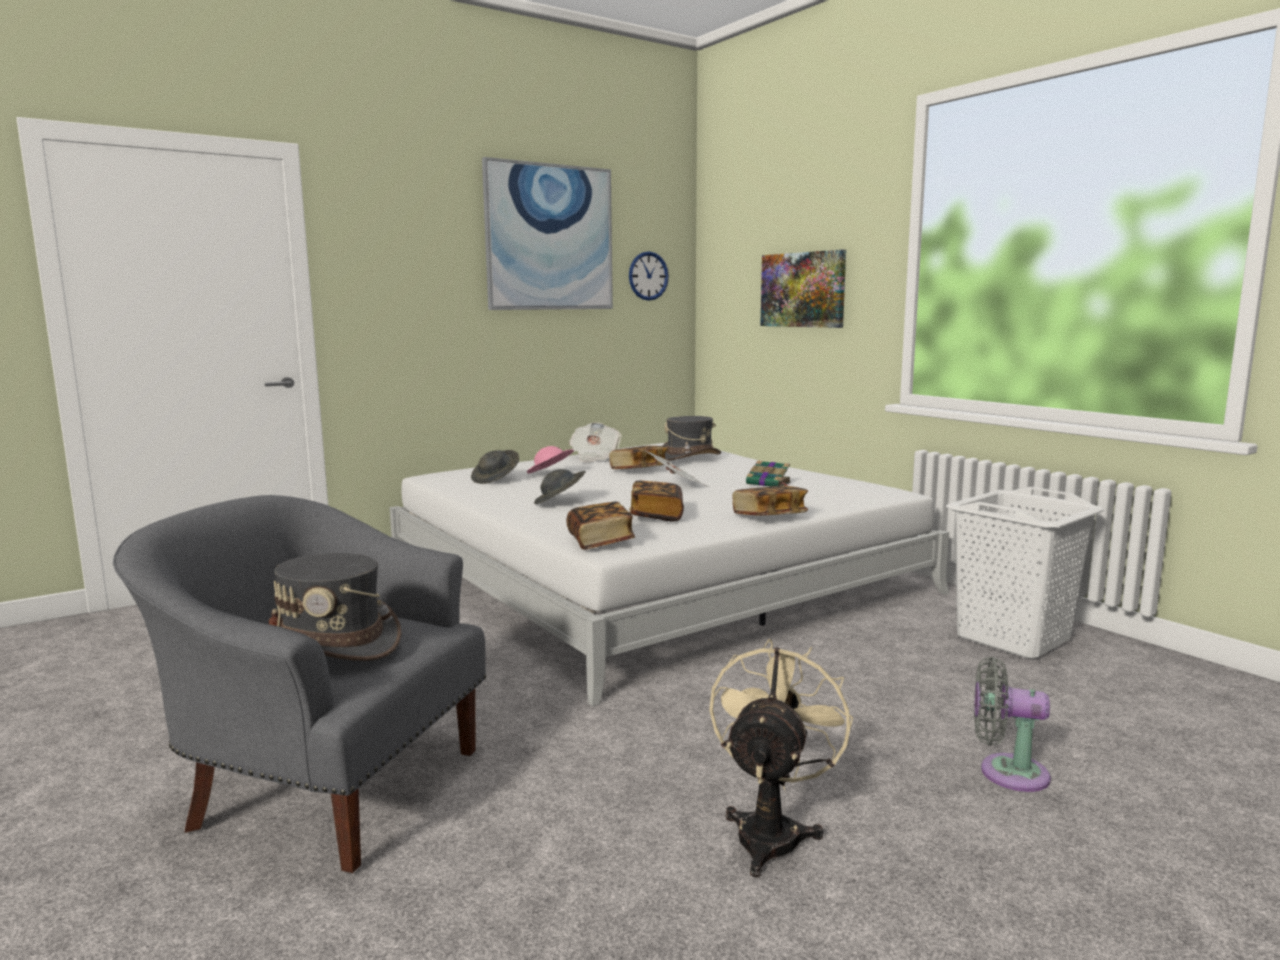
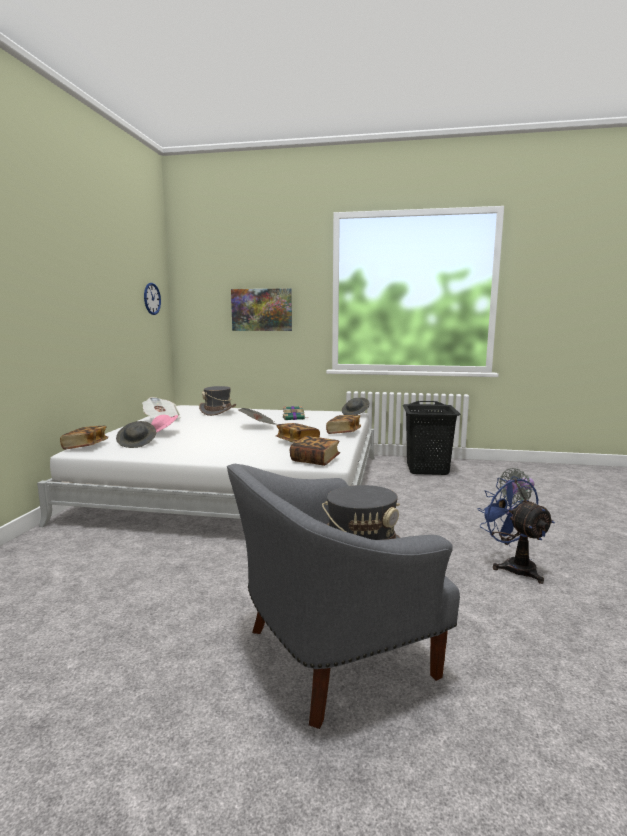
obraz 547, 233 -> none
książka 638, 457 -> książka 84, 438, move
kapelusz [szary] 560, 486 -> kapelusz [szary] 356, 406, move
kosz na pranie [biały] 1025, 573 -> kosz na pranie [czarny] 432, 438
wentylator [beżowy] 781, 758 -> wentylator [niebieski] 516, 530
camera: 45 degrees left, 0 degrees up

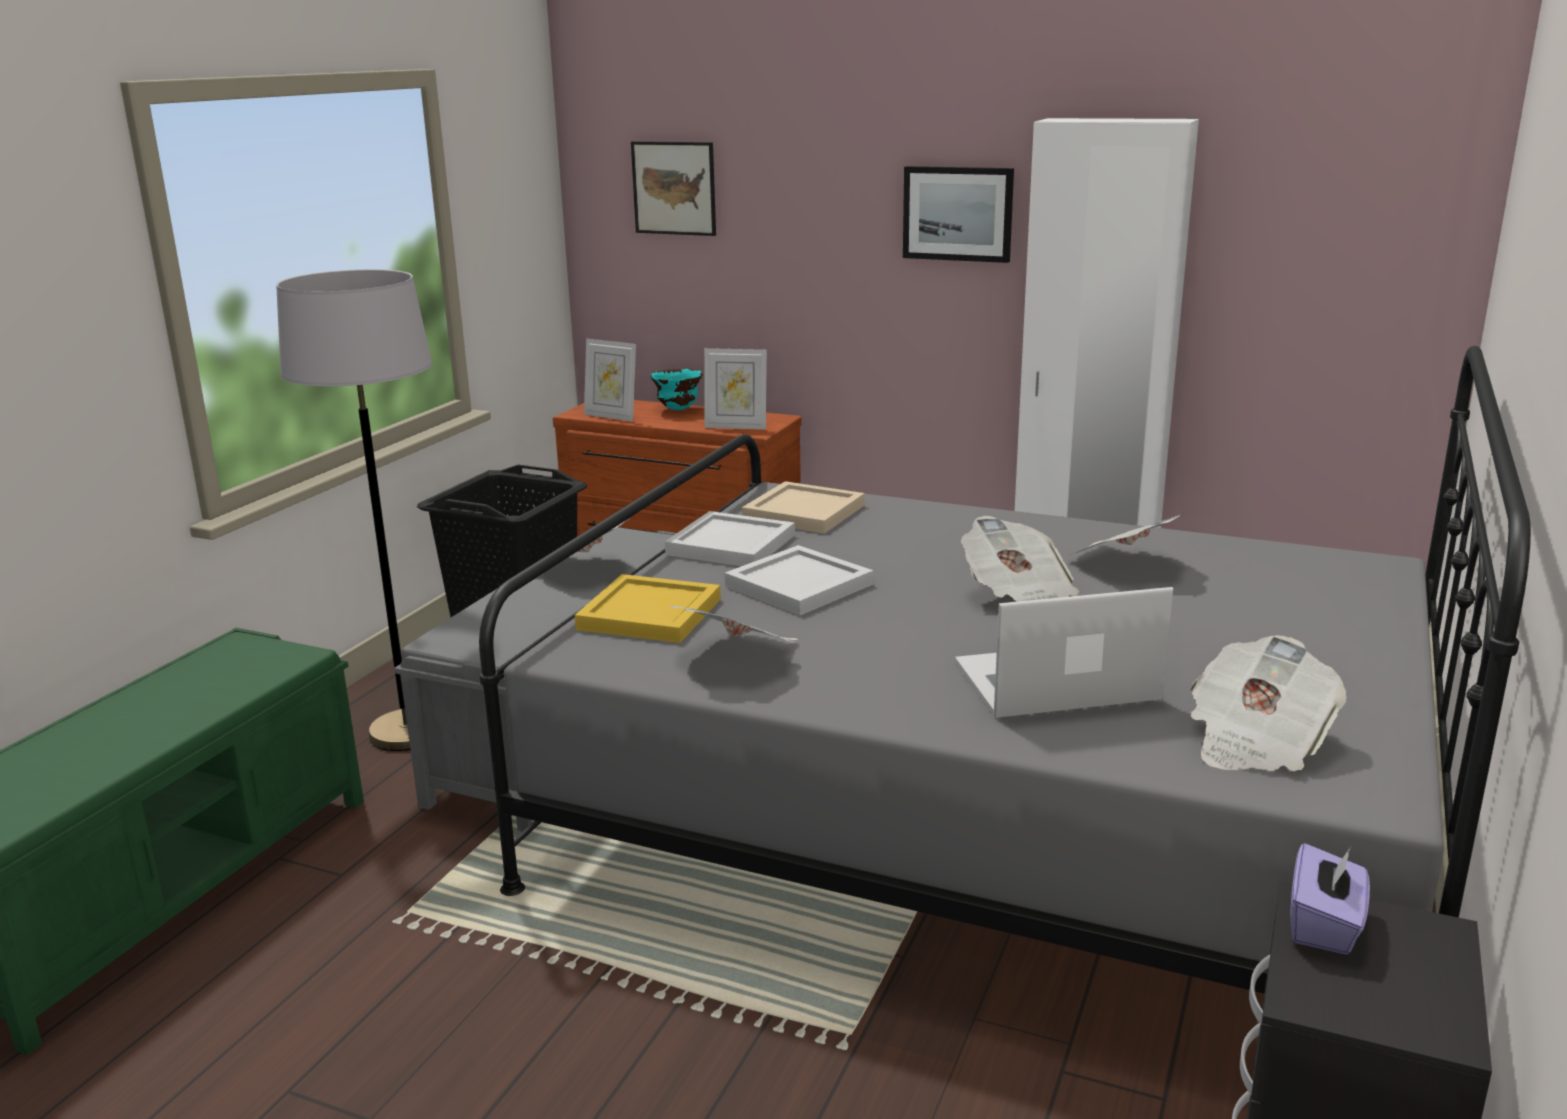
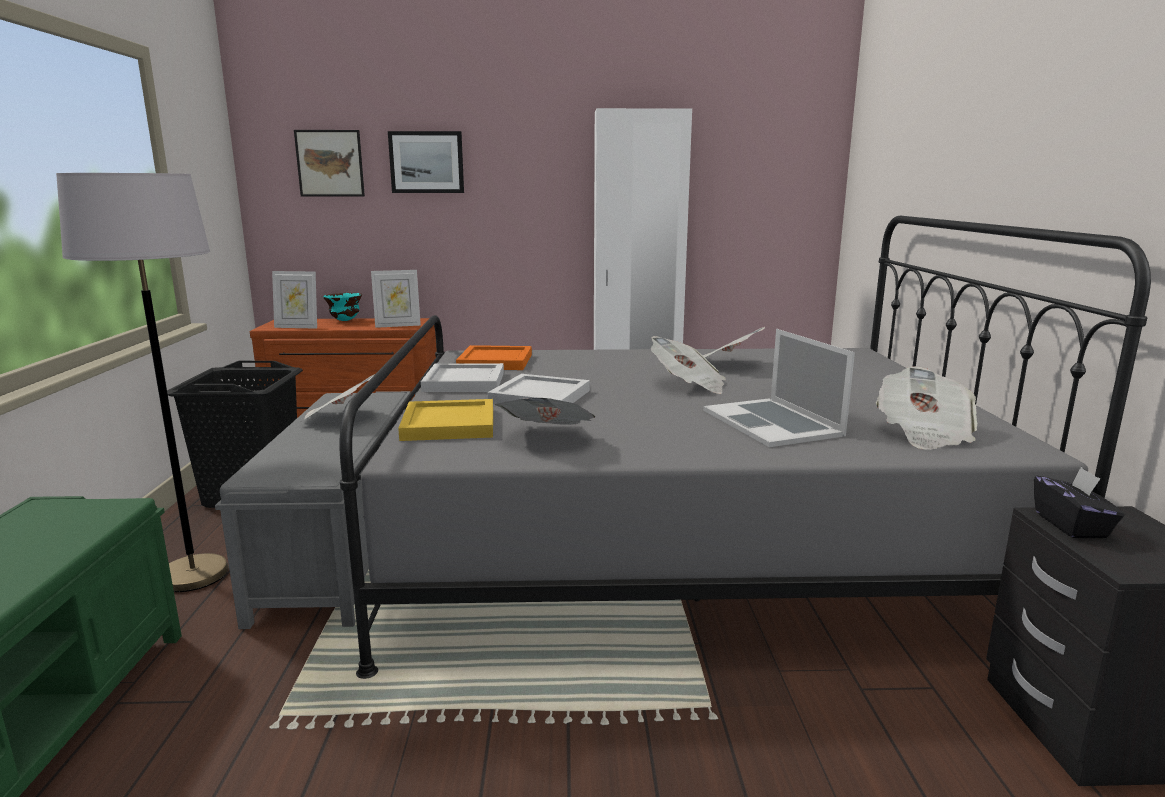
obraz 958, 214 -> obraz 426, 162, move
taca [beżowy] 803, 507 -> taca [pomarańczowy] 494, 357
laptop 1064, 652 -> laptop 779, 388, 75 degrees counterclockwise
pudełko chusteczek [fioletowy] 1330, 899 -> pudełko chusteczek [czarny] 1079, 502
camera: 25 degrees left, 5 degrees down

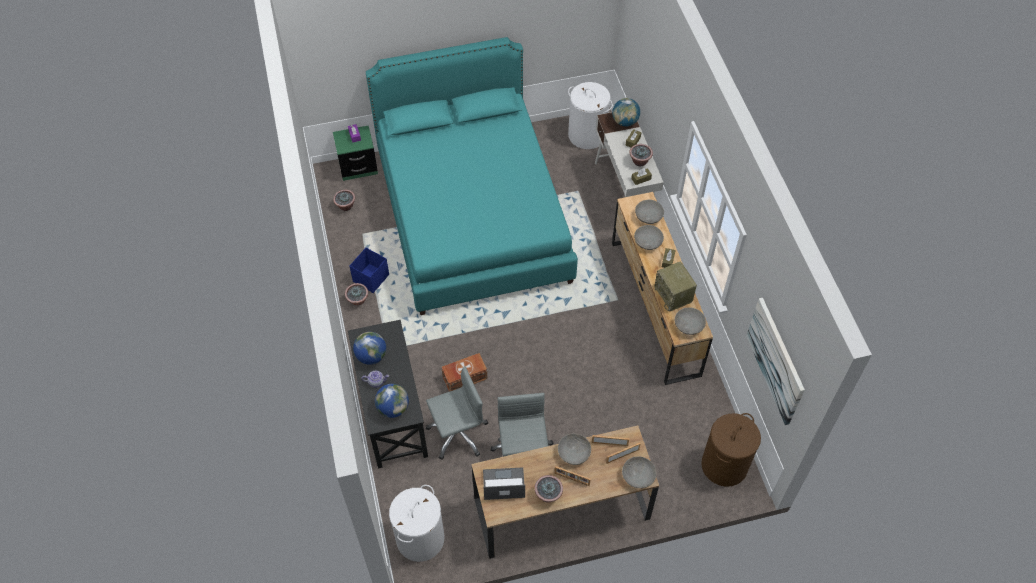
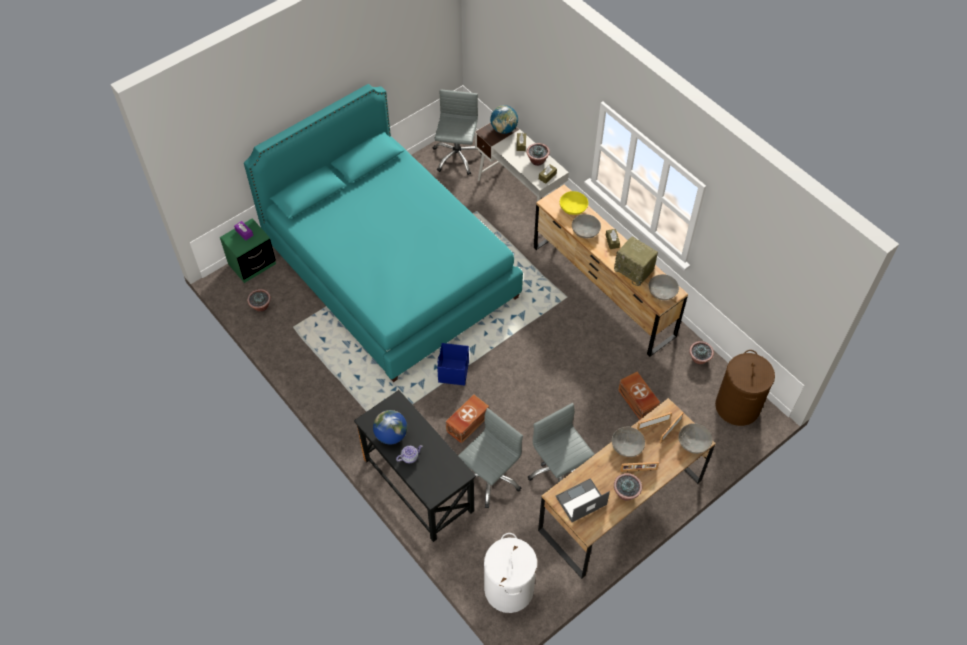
kosz na pranie [biały] 590, 115 -> krzesło biurowe [szary] 457, 132
miska [szary] 649, 212 -> miska [żółty] 574, 203
pojemnik do przechowywania [niebieski] 369, 270 -> pojemnik do przechowywania [niebieski] 453, 364, move
roślina doniczkowa 356, 294 -> roślina doniczkowa 701, 352, move
obraz 775, 361 -> none
globus 392, 401 -> none
none -> pojemnik do przechowywania [brązowy] 639, 396
camera: 25 degrees left, 0 degrees up

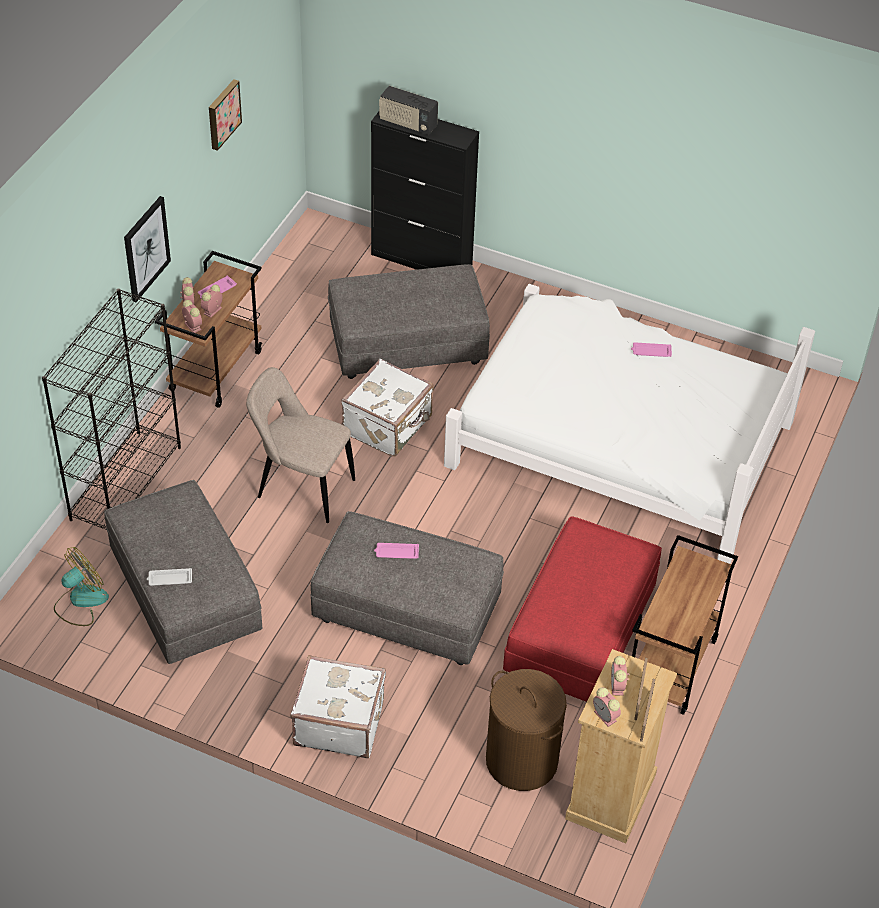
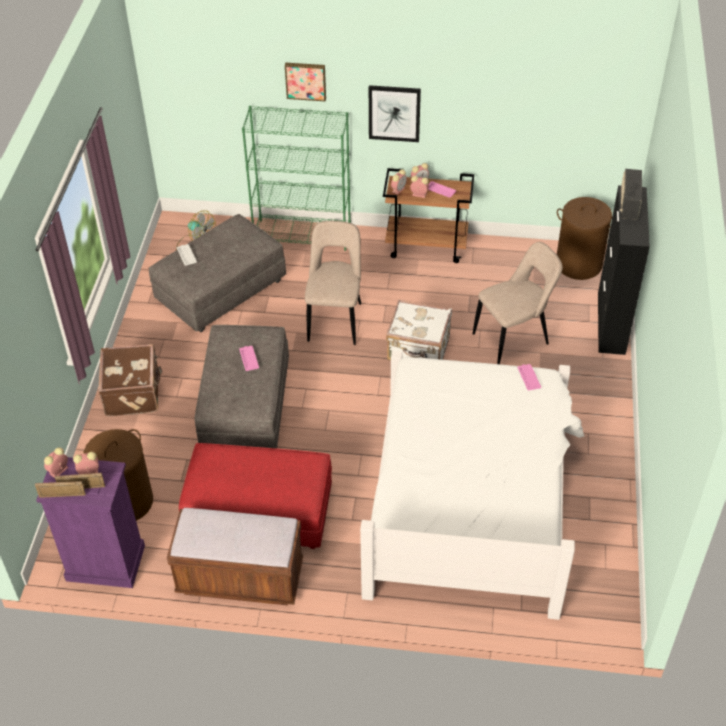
obraz 225, 115 -> obraz 305, 82, move
pufa [szary] 409, 321 -> krzesło [beżowy] 518, 303
regał [czarny] 111, 409 -> regał [zielony] 296, 178
taca [różowy] 651, 349 -> taca [różowy] 529, 377, move
wózek [brązowy] 685, 625 -> ławka [brązowy] 235, 556
komoda [beżowy] 621, 746 -> komoda [fioletowy] 90, 522
walizka [biały] 338, 706 -> walizka [brązowy] 130, 380
none -> kosz na pranie [brązowy] 584, 238
camera: 75 degrees right, 0 degrees up

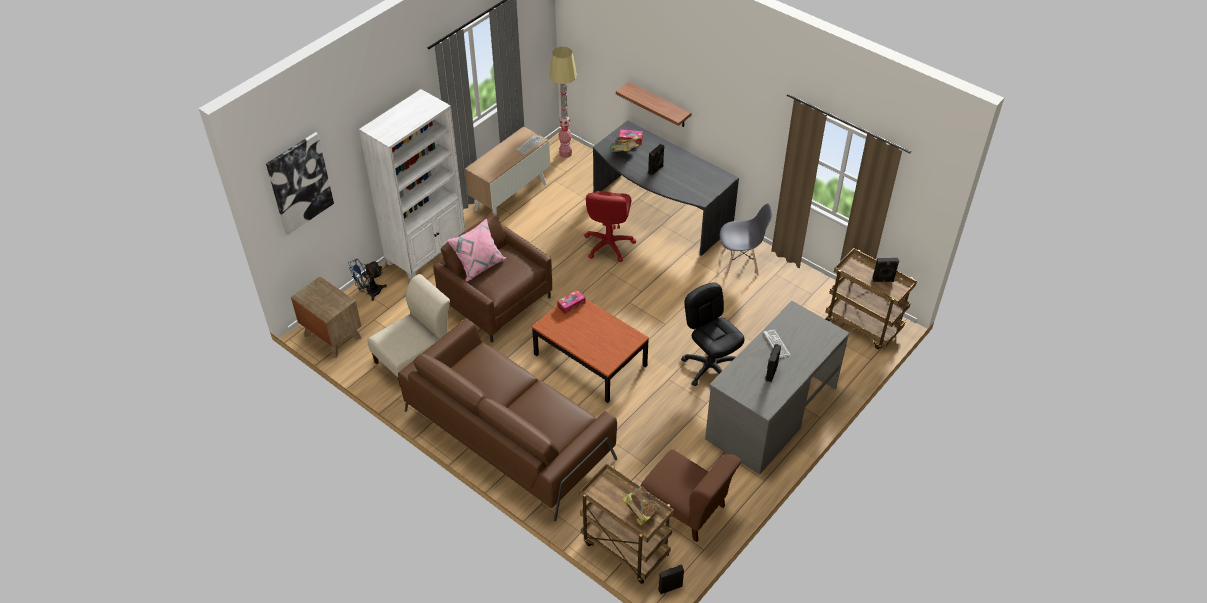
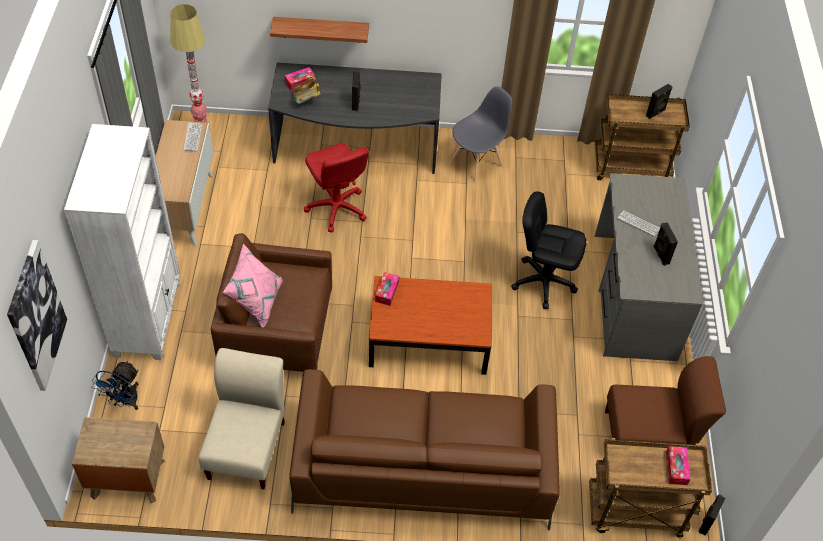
książka 641, 505 -> pudełko chusteczek 678, 465
camera: 40 degrees left, 5 degrees up

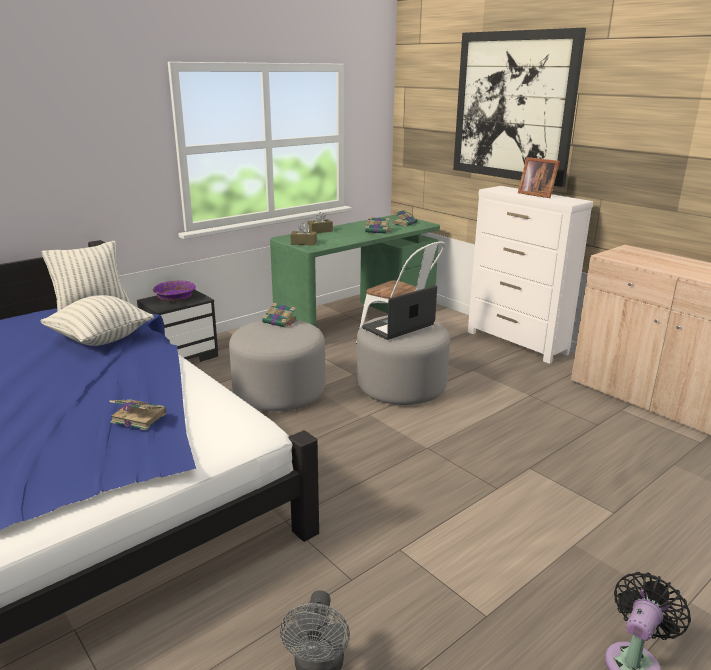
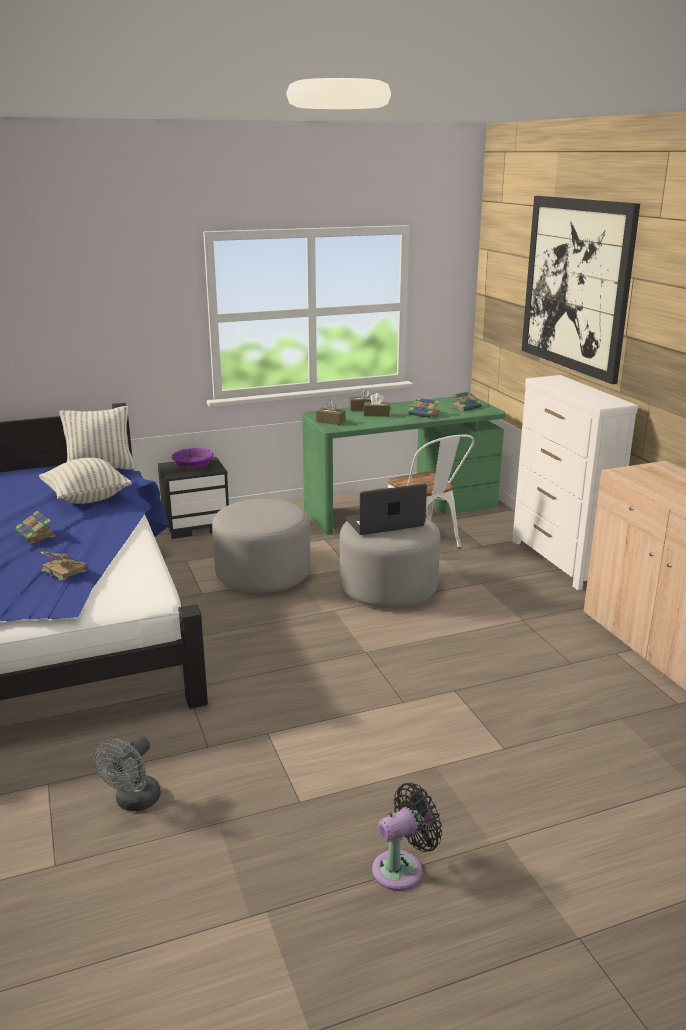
ramka na zdjęcie 539, 177 -> none
książka 279, 315 -> książka 35, 527, move
none -> pudełko chusteczek [brązowy] 377, 405
camera: 20 degrees right, 0 degrees up

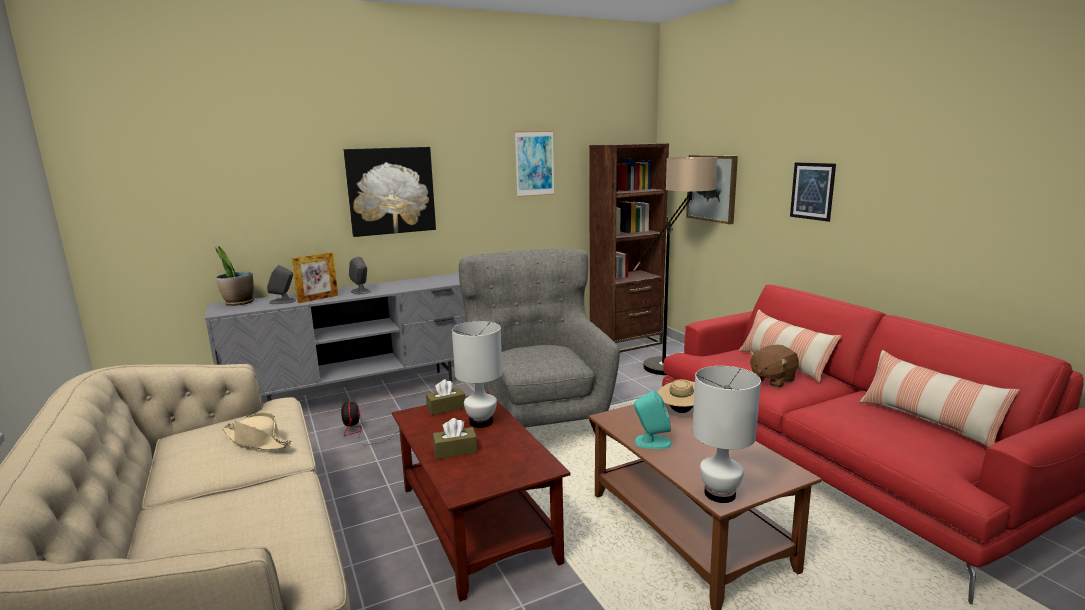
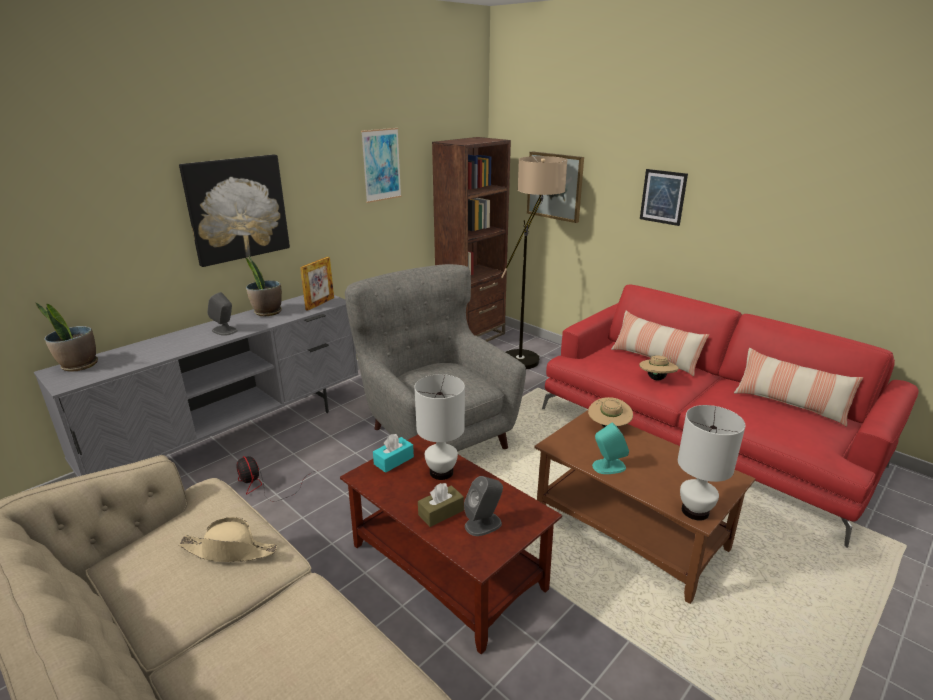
ramka na zdjęcie 315, 277 -> ramka na zdjęcie 317, 284, move
głośnik [szary] 281, 284 -> głośnik [szary] 483, 506, move
pluszak [brązowy] 774, 366 -> kapelusz [beżowy] 659, 367
pudełko chusteczek [brązowy] 446, 397 -> pudełko chusteczek [turkusowy] 393, 453
none -> roślina doniczkowa 263, 285
camera: 20 degrees left, 10 degrees up

